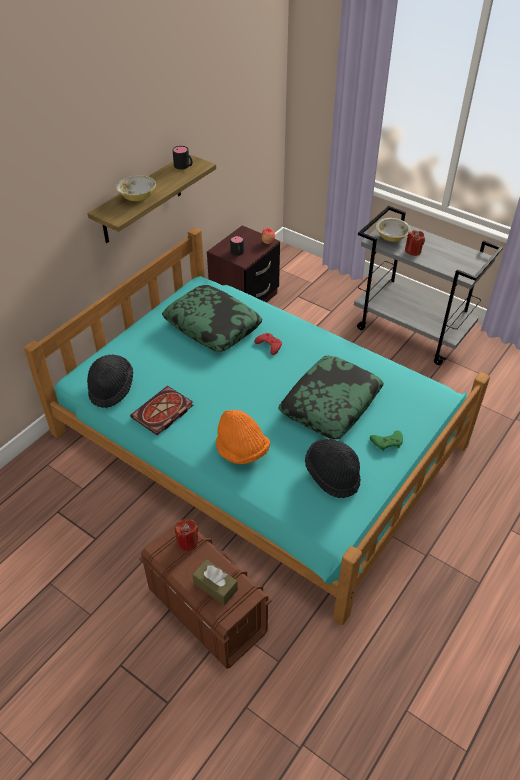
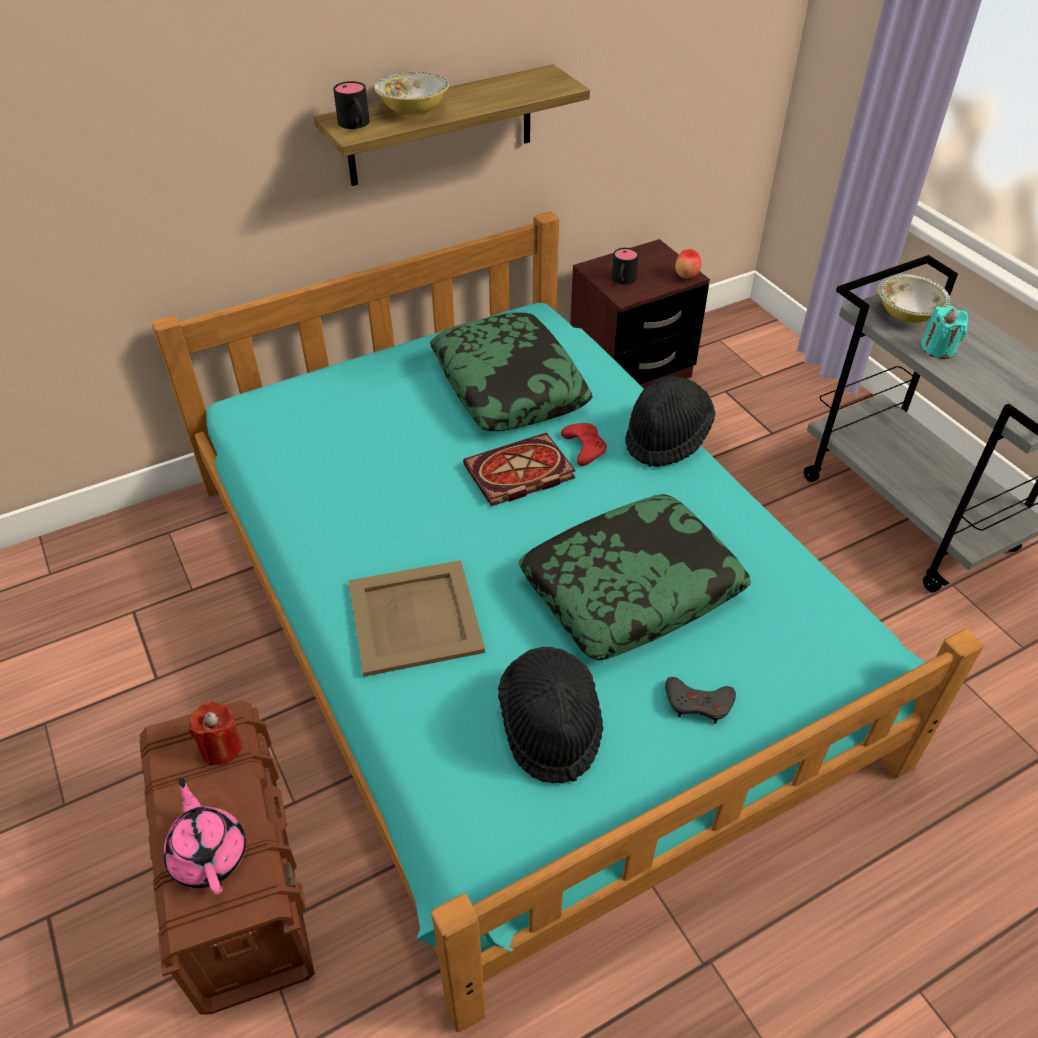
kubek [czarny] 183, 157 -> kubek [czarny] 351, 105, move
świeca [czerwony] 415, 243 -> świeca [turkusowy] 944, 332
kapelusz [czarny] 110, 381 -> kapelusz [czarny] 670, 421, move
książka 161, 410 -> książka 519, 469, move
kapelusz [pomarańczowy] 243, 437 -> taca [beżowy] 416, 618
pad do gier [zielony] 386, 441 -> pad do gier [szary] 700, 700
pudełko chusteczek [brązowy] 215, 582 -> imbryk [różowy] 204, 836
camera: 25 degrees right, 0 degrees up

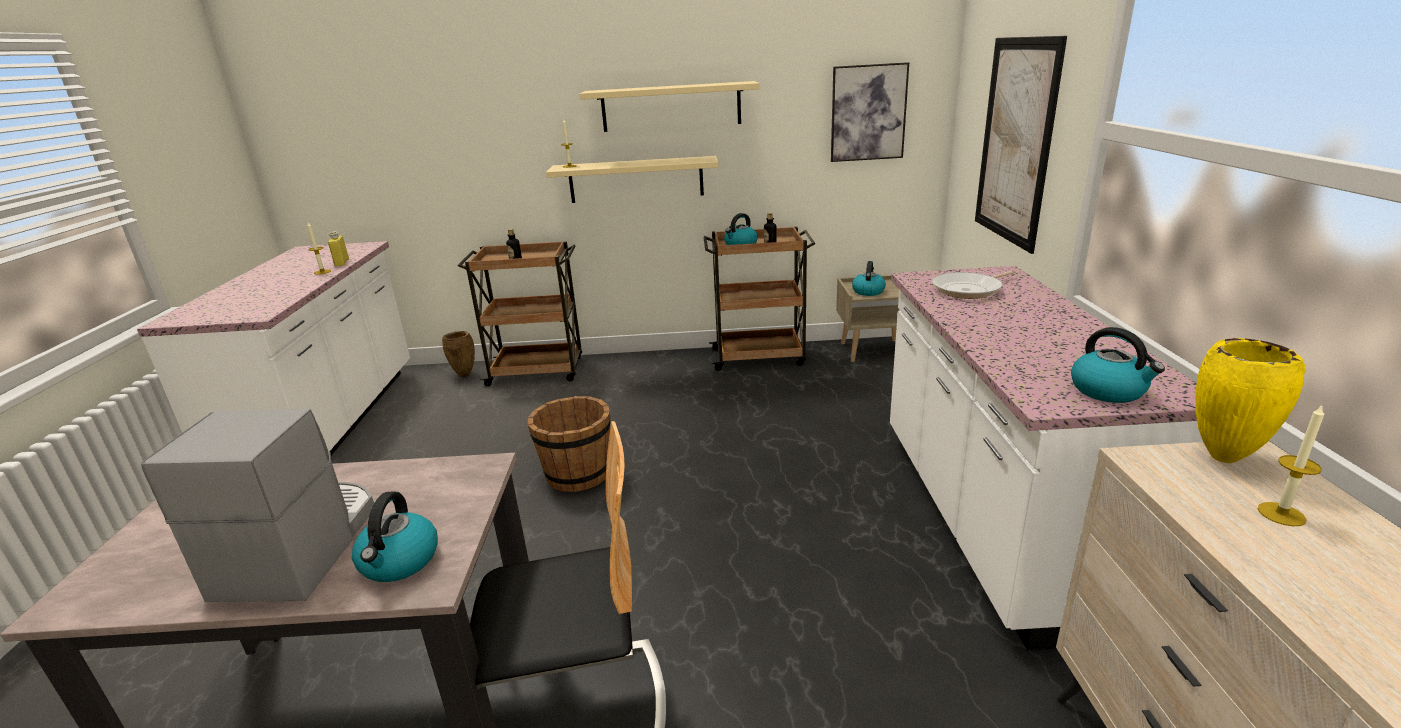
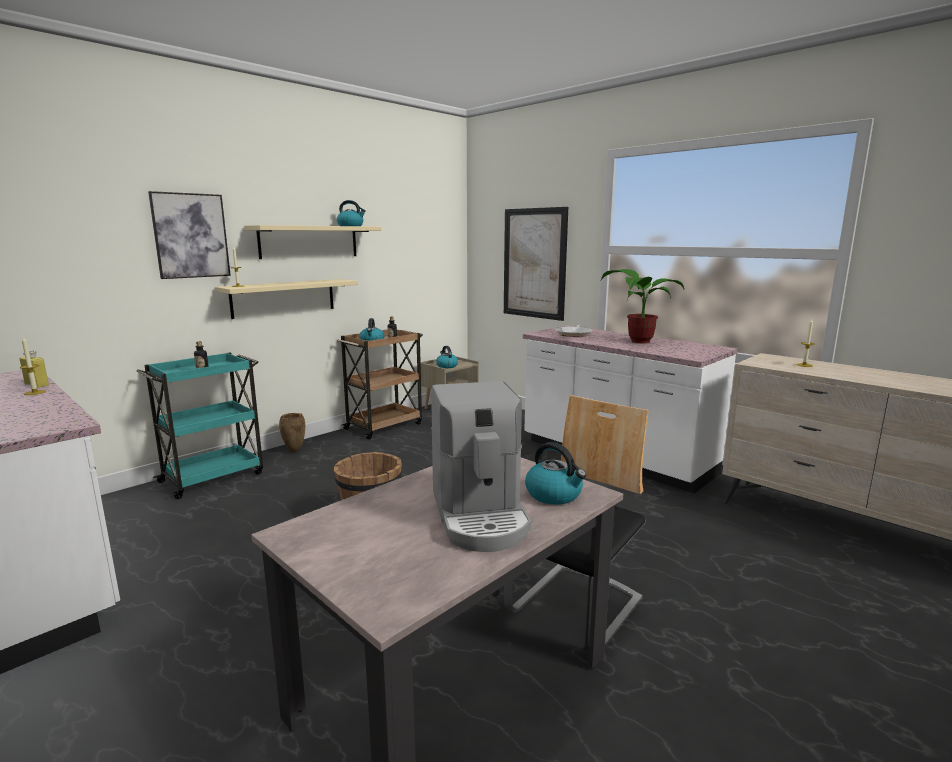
obraz 870, 112 -> obraz 189, 235, move
wózek [brązowy] 520, 313 -> wózek [turkusowy] 200, 426
czajnik 1118, 365 -> czajnik 351, 213, move
wazon [brązowy] 458, 354 -> wazon [brązowy] 292, 432, move
wazon [żółty] 1250, 400 -> none
ekspres do kawy 257, 505 -> ekspres do kawy 481, 466, 150 degrees counterclockwise
none -> roślina doniczkowa 642, 306
camera: 45 degrees left, 10 degrees down

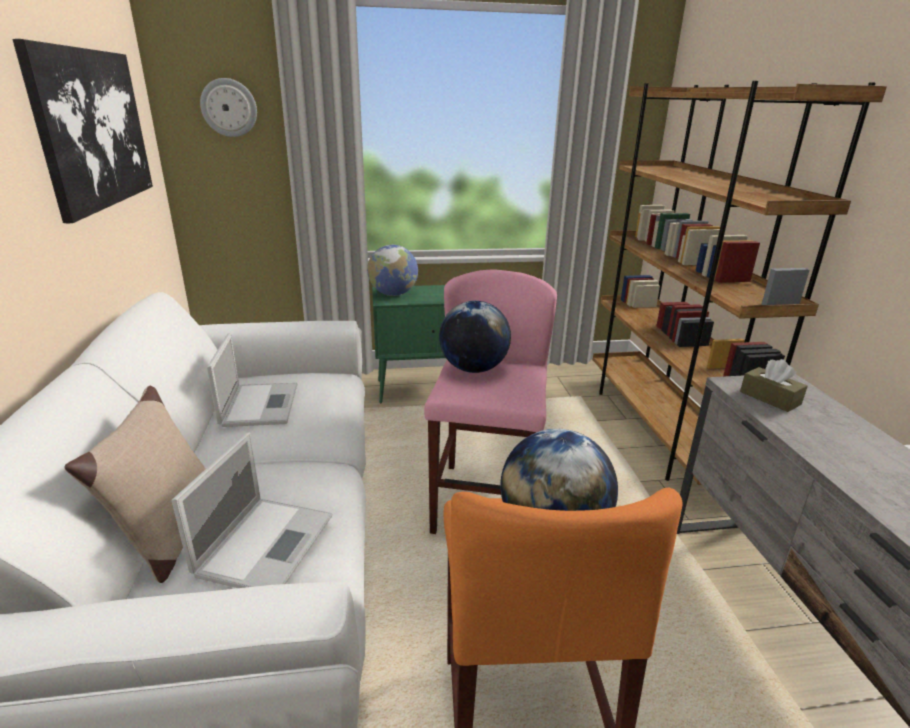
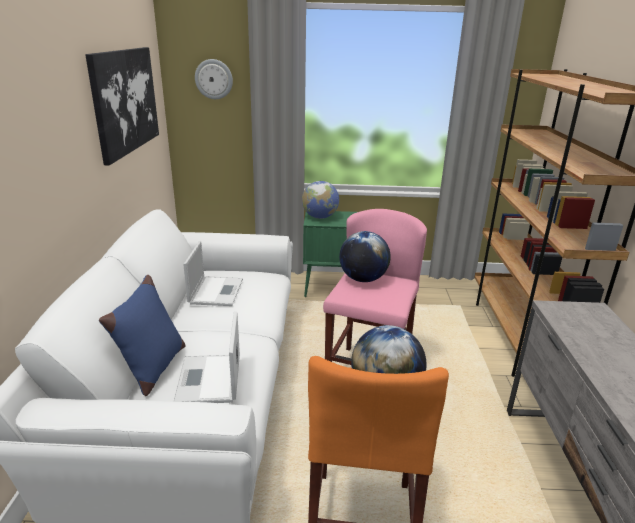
pudełko chusteczek [brązowy] 774, 385 -> none
poduszka [beżowy] 135, 484 -> poduszka [niebieski] 142, 335
laptop 251, 510 -> laptop 207, 357, 150 degrees clockwise
camera: 10 degrees right, 0 degrees up

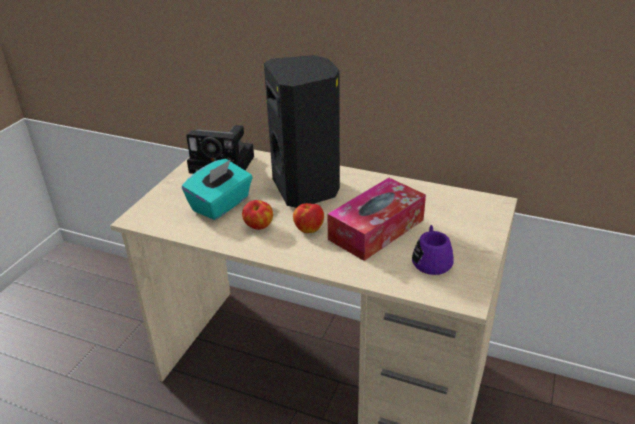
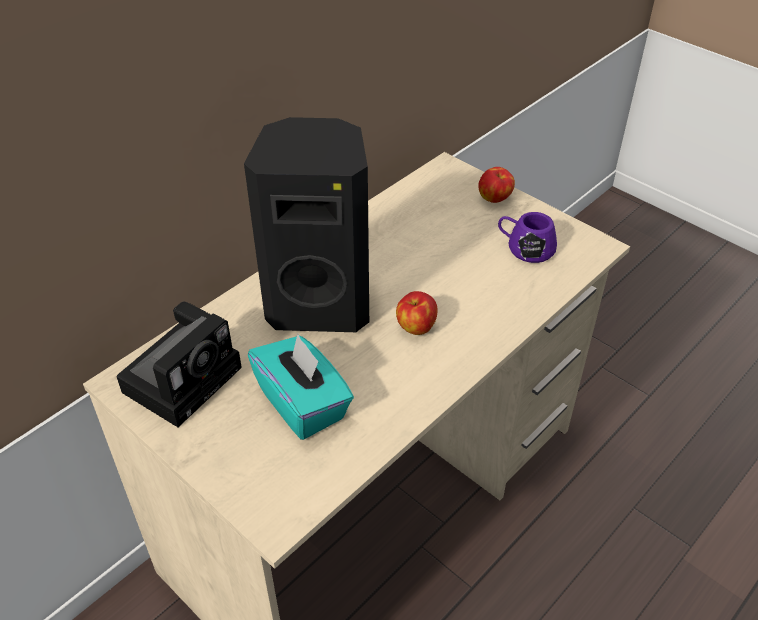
pudełko chusteczek 376, 219 -> none
jabłko 257, 215 -> jabłko 496, 185, move
camera: 70 degrees left, 10 degrees up

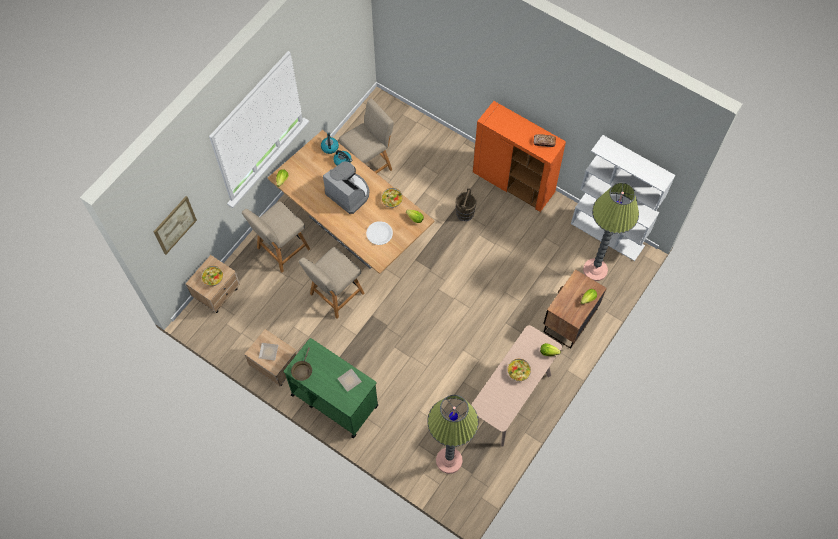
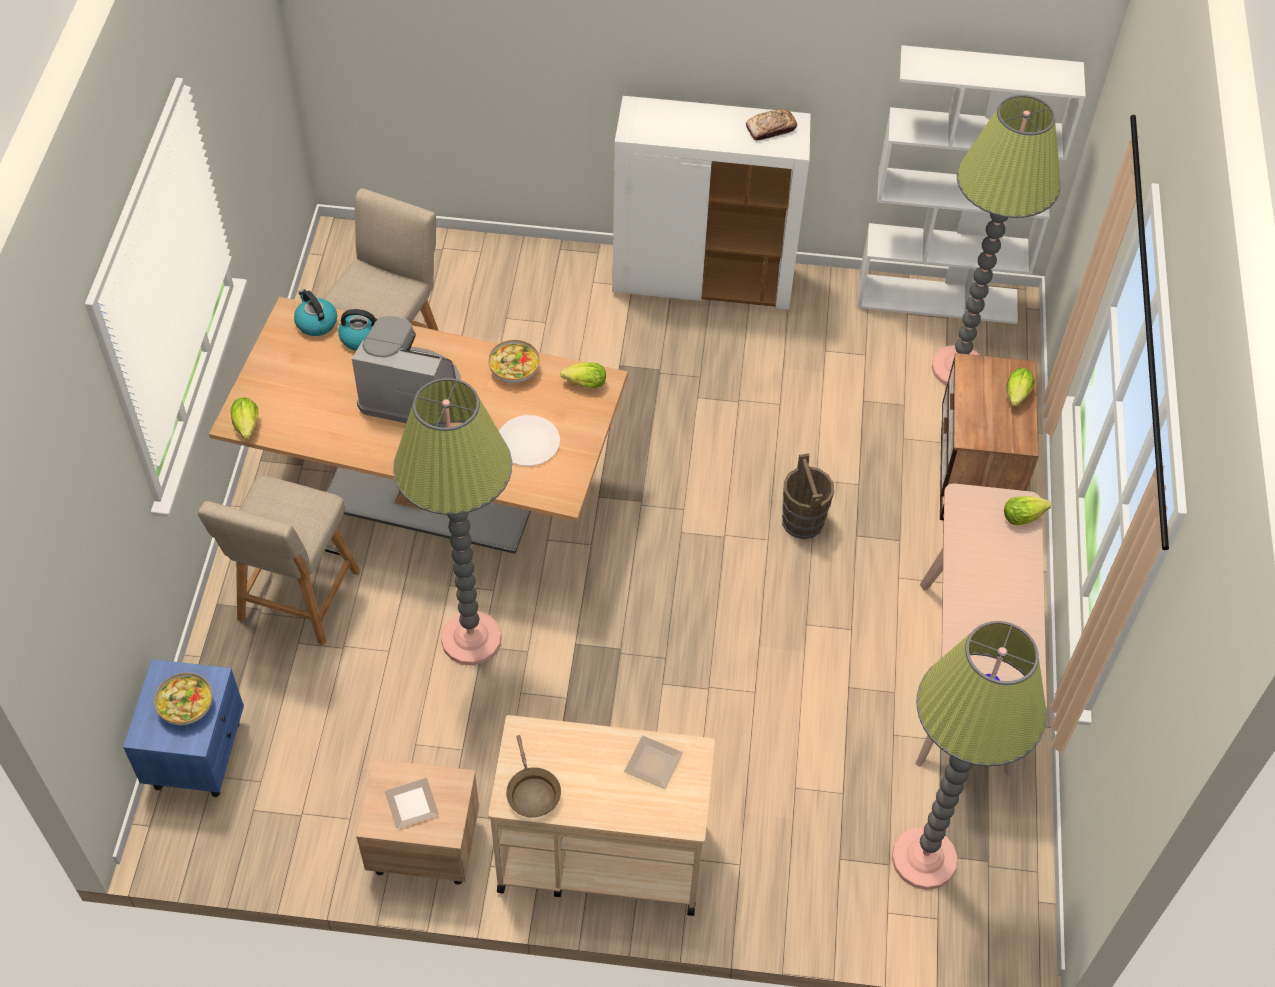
szafka [pomarańczowy] 519, 156 -> szafka [biały] 711, 203
wiadro [brązowy] 466, 204 -> wiadro [brązowy] 808, 496, move
obraz 175, 225 -> none
krzesło [beżowy] 332, 283 -> lampa stojąca 452, 521
szafka nocna [beżowy] 213, 284 -> szafka nocna [niebieski] 183, 728
wózek [zielony] 331, 388 -> wózek [beżowy] 601, 815
miska 519, 370 -> none
camera: 30 degrees left, 10 degrees down

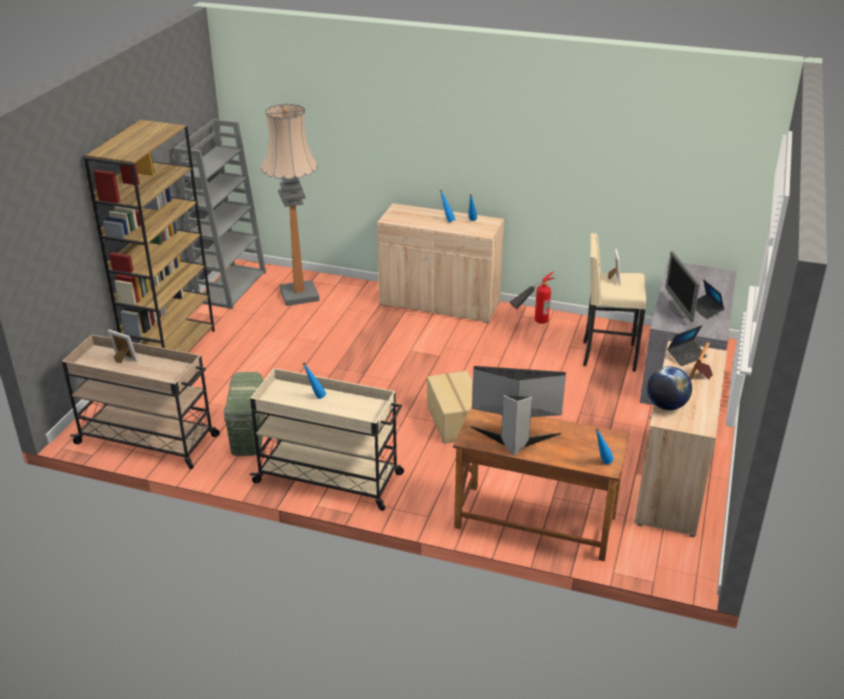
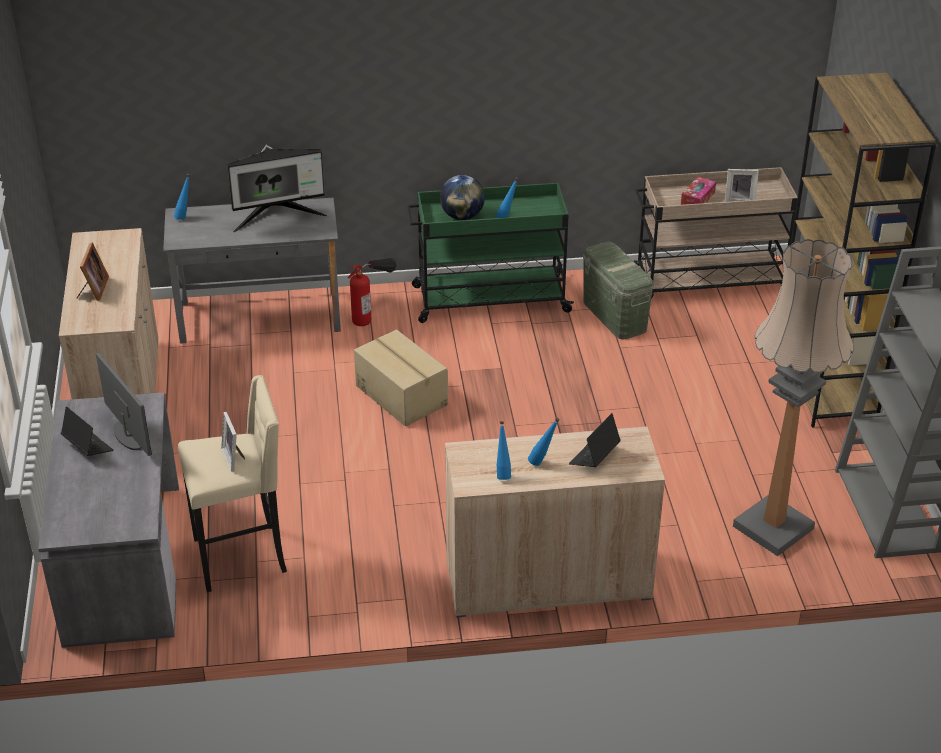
gaśnica 532, 297 -> gaśnica 372, 292, move
laptop 687, 345 -> laptop 595, 440, move
globus 669, 388 -> globus 462, 197, move
wózek [beżowy] 327, 439 -> wózek [zielony] 490, 253
biurko [brązowy] 541, 484 -> biurko [szary] 252, 271
none -> pudełko chusteczek 698, 191
camera: 155 degrees right, 5 degrees up

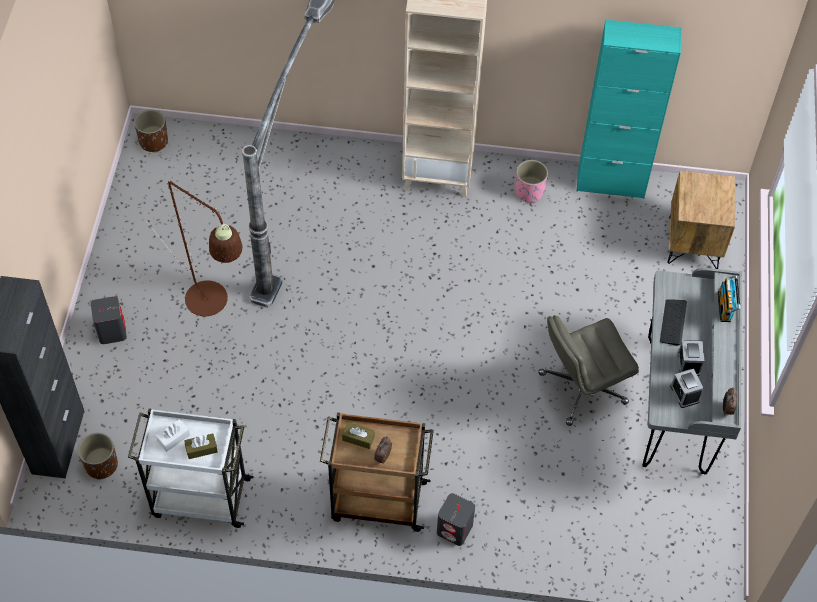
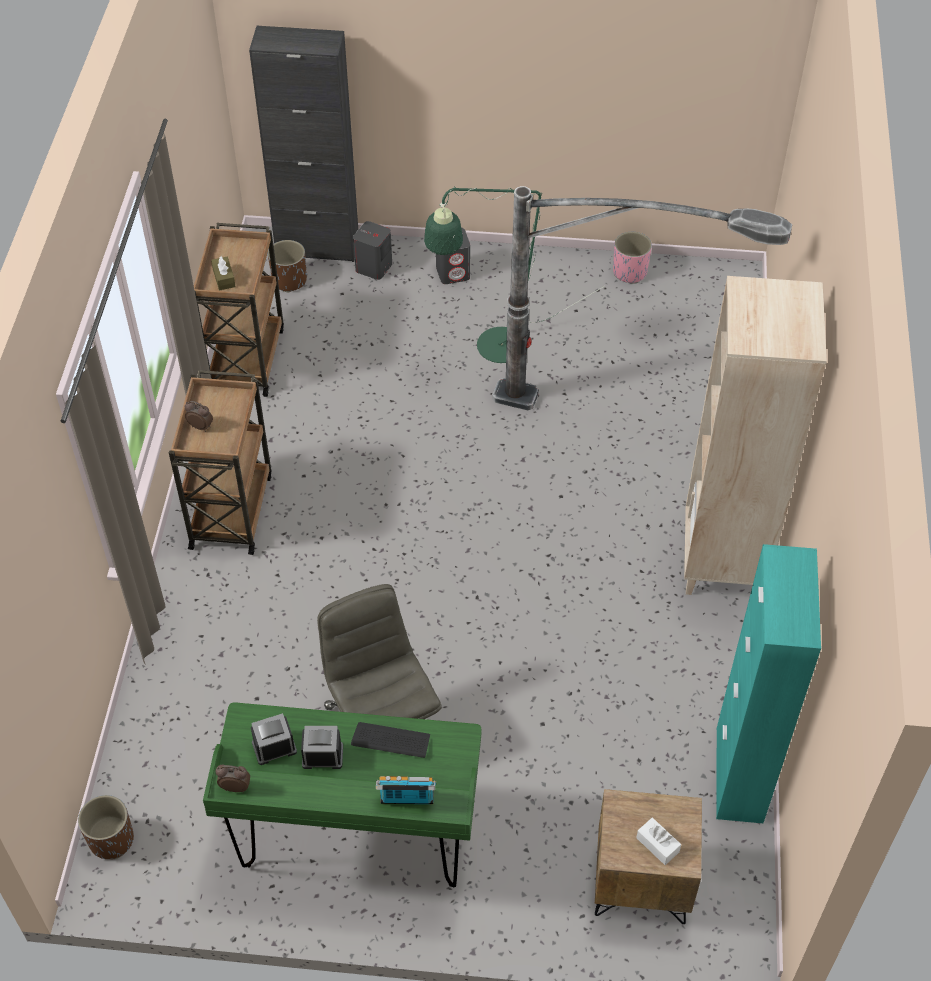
donica [brązowy] 151, 131 -> donica [brązowy] 106, 827, move
donica [różowy] 531, 181 -> donica [różowy] 632, 257, move
lampa stojąca [brązowy] 194, 248 -> lampa stojąca [zielony] 514, 275
biurko [szary] 692, 371 -> biurko [zielony] 342, 794
wózek [biały] 191, 468 -> wózek [brązowy] 239, 310
pudełko chusteczek [biały] 173, 435 -> pudełko chusteczek [biały] 658, 841, move
pudełko chusteczek [brązowy] 358, 435 -> none
głośnik [szary] 456, 519 -> głośnik [szary] 372, 250, move
camera: 90 degrees right, 5 degrees down

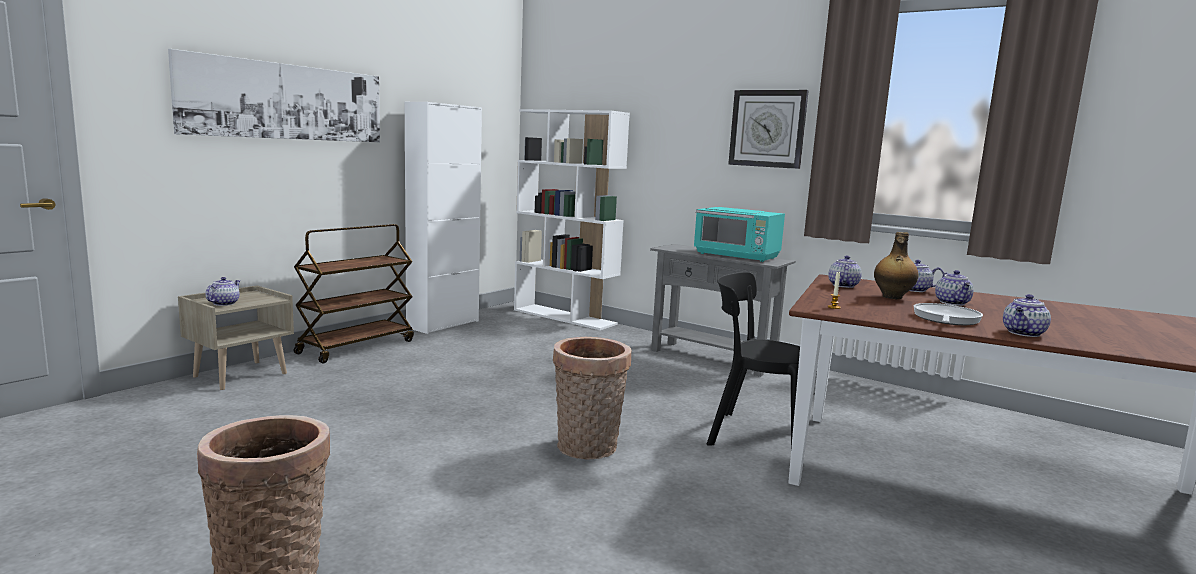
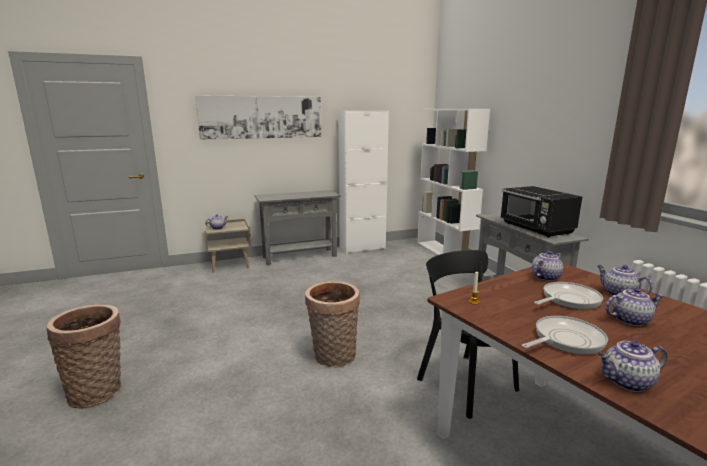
zegar ścienny 768, 129 -> none
mikrofalówka [turkusowy] 739, 234 -> mikrofalówka [czarny] 541, 211
wózek [brązowy] 354, 293 -> stolik konsolowy [szary] 298, 227
butelka 896, 265 -> patelnia 568, 296
imbryk 954, 288 -> imbryk 634, 307, 135 degrees counterclockwise
camera: 35 degrees right, 5 degrees up

